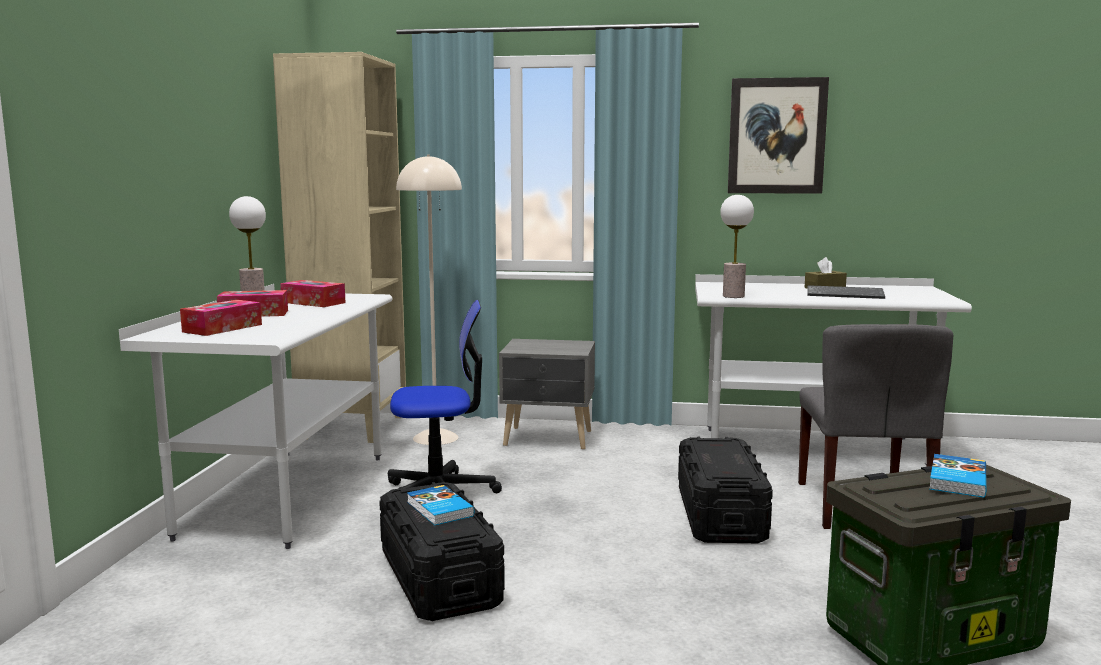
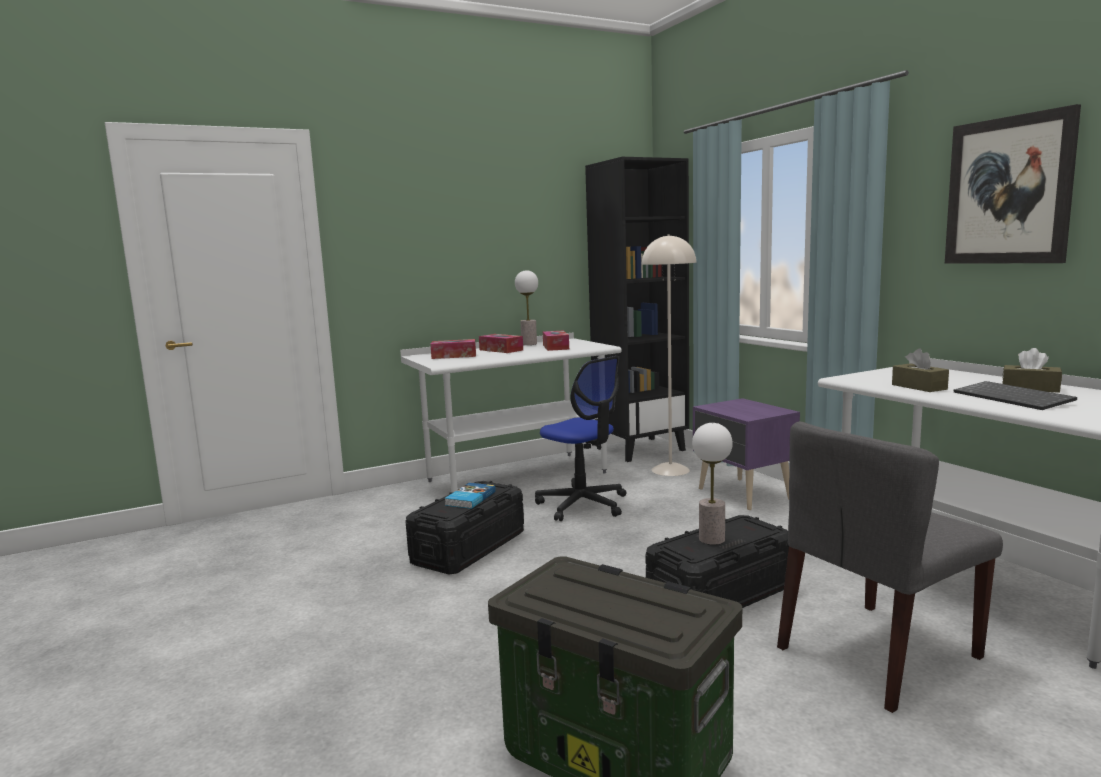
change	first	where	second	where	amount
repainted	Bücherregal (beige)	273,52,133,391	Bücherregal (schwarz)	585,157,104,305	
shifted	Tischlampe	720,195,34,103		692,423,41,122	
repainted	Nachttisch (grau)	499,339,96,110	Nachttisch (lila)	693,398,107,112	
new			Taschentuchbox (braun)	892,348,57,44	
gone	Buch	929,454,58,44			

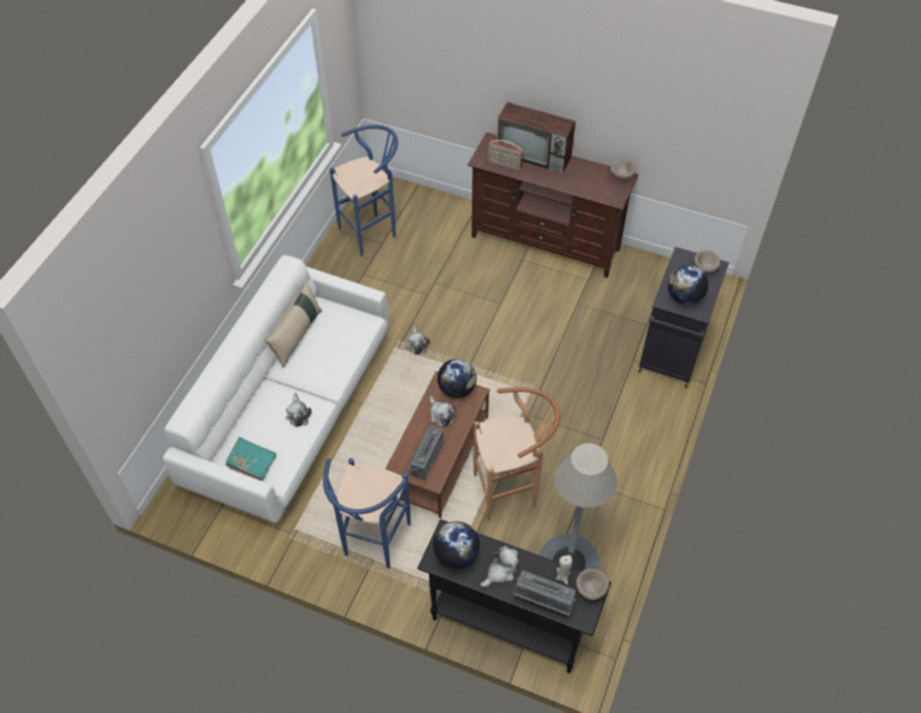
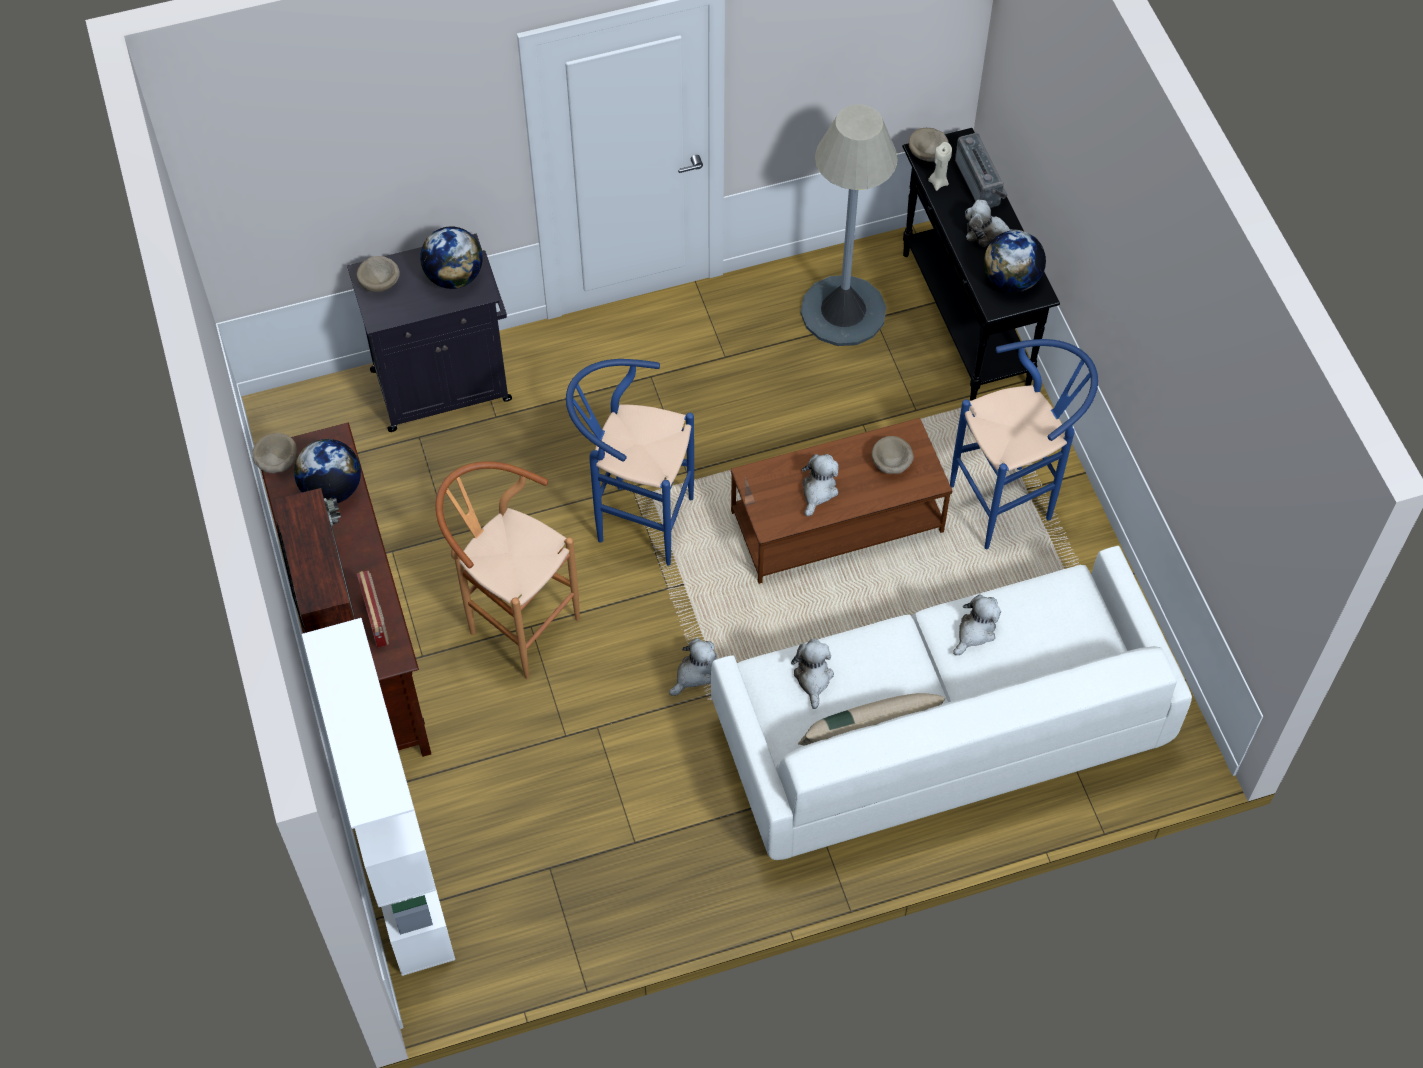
change	first	where	second	where	amount
shifted	Globus	437,359,40,39		294,439,67,64	
new			Bücherregal (weiß)	302,618,153,358	
shifted	Hocker (braun)	473,387,87,134		436,461,144,218	
shifted	Hocker (blau)	330,125,68,131		566,359,128,207	
new			Plüschtier	791,639,43,70	
swapped	Radio	407,426,37,54	Schüssel (beige)	872,436,42,38	
gone	Buch (türkis)	226,437,50,44			

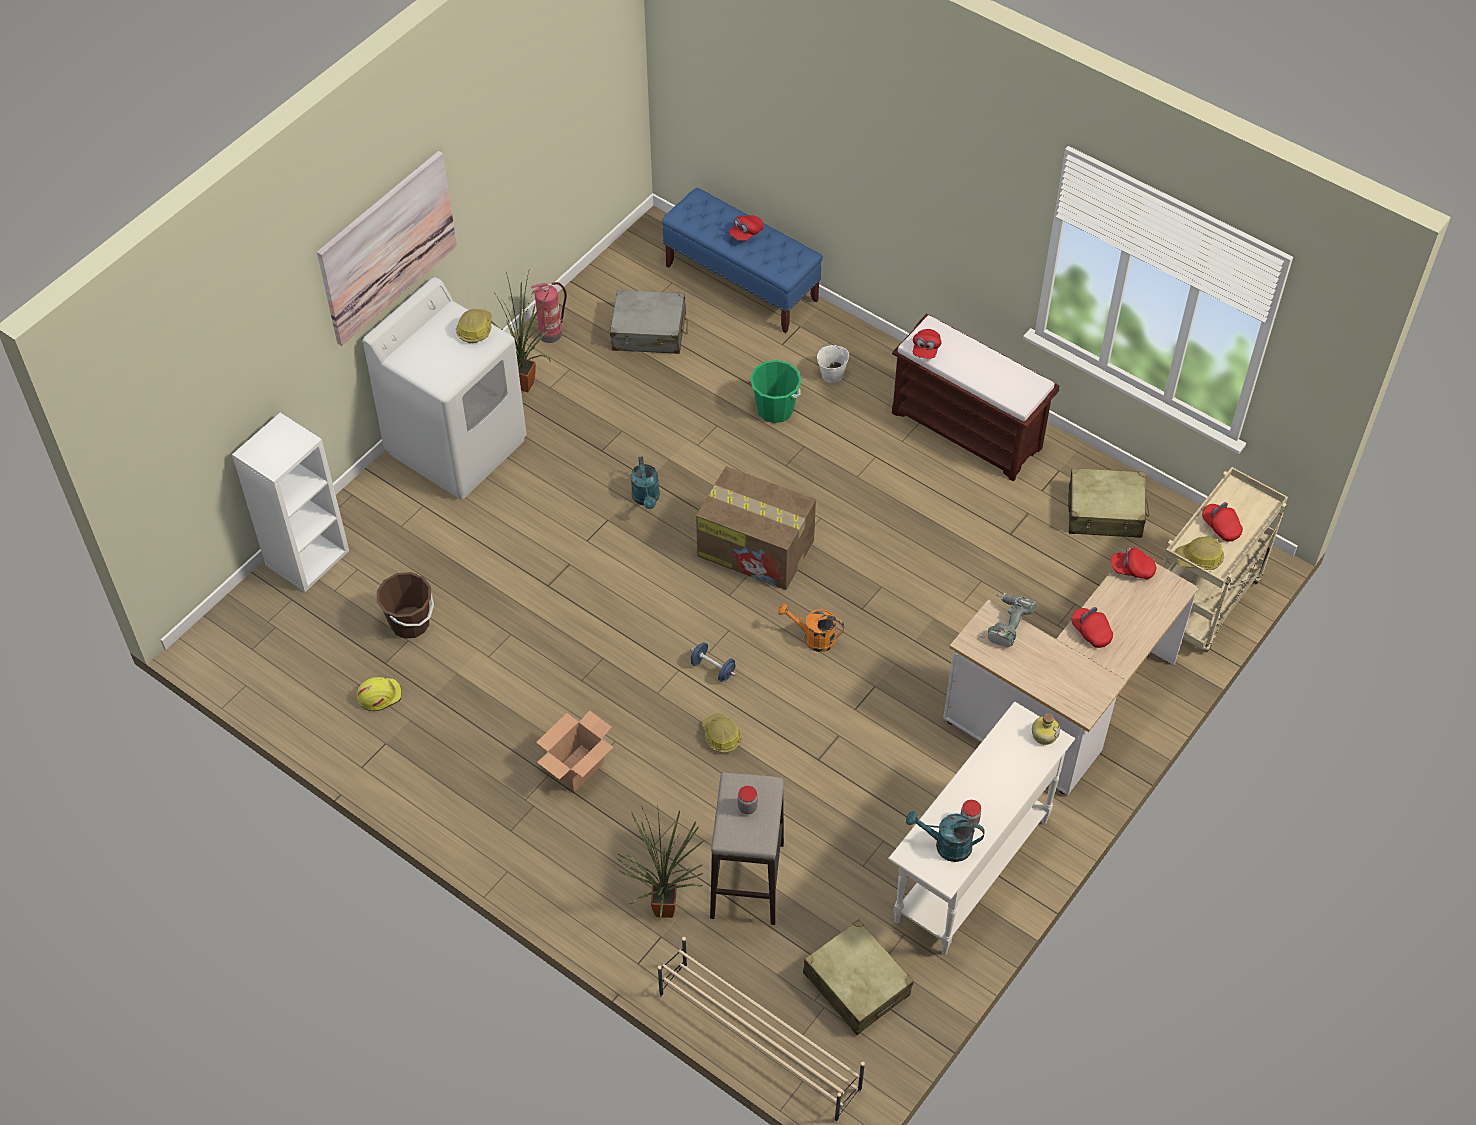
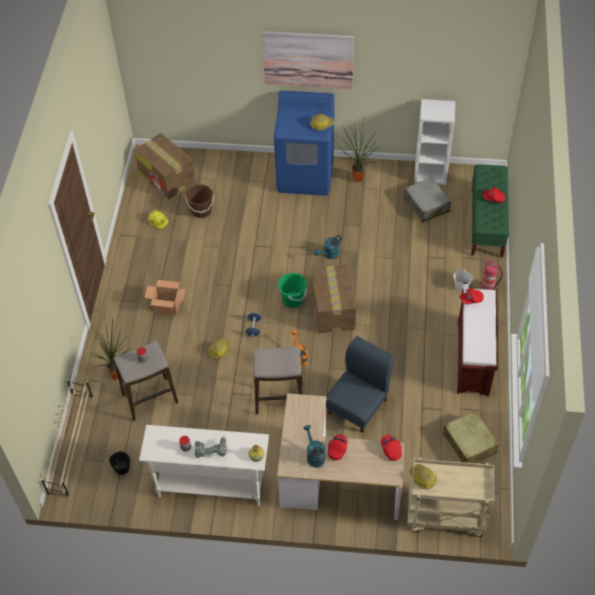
change	first	where	second	where	amount
swapped	Koffer (beige)	803,920,110,115	Eimer (schwarz)	109,451,21,24	
new			Karton	134,133,61,66	
shifted	Bohrmaschine	980,593,56,54		195,436,32,22	
new			Hocker	253,346,50,68	
repainted	Waschmaschine (weiß)	363,277,164,222	Waschmaschine (blau)	274,91,60,105	
shifted	Eimer (grün)	750,360,52,63		278,273,29,35	
shifted	Gießkanne (türkis)	906,811,79,51		303,425,22,43	
new			Stuhl (blau)	326,336,68,97	
shifted	Bücherregal (weiß)	232,413,117,179		414,99,41,86	
repainted	Bank (blau)	662,188,161,145	Bank (grün)	471,164,38,94	
shifted	Feuerlöscher	531,282,36,61		481,258,22,31	
gone	Kappe (rot)	1202,502,41,40			

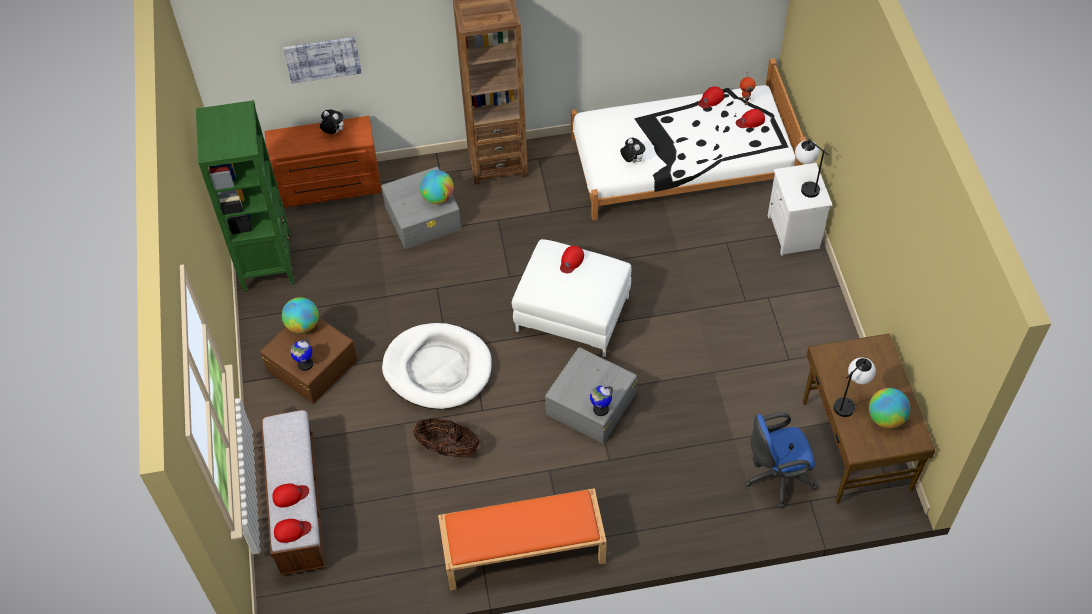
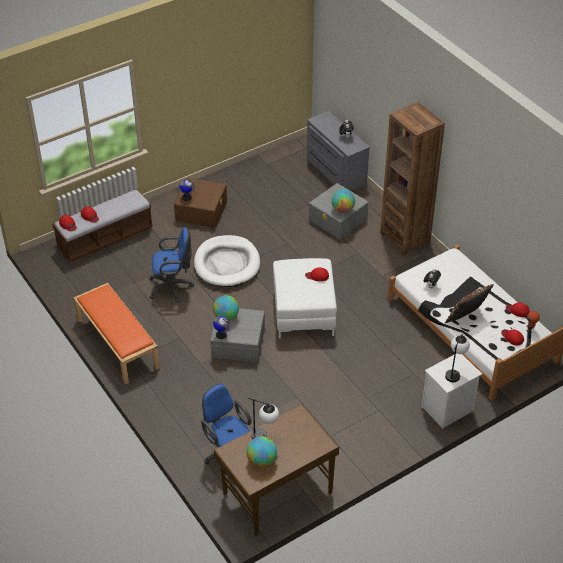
change	first	where	second	where	amount
swapped	Korb	413,418,67,40	Bürostuhl (blau)	149,227,45,75	
shifted	Globus	282,297,37,37		213,295,26,26	
repainted	Kommode (braun)	264,116,118,92	Kommode (grau)	307,111,63,80	
new			Kissen (braun)	445,284,49,39	
gone	Bücherregal (grün)	196,100,98,192			
gone	Bild	283,37,79,46			

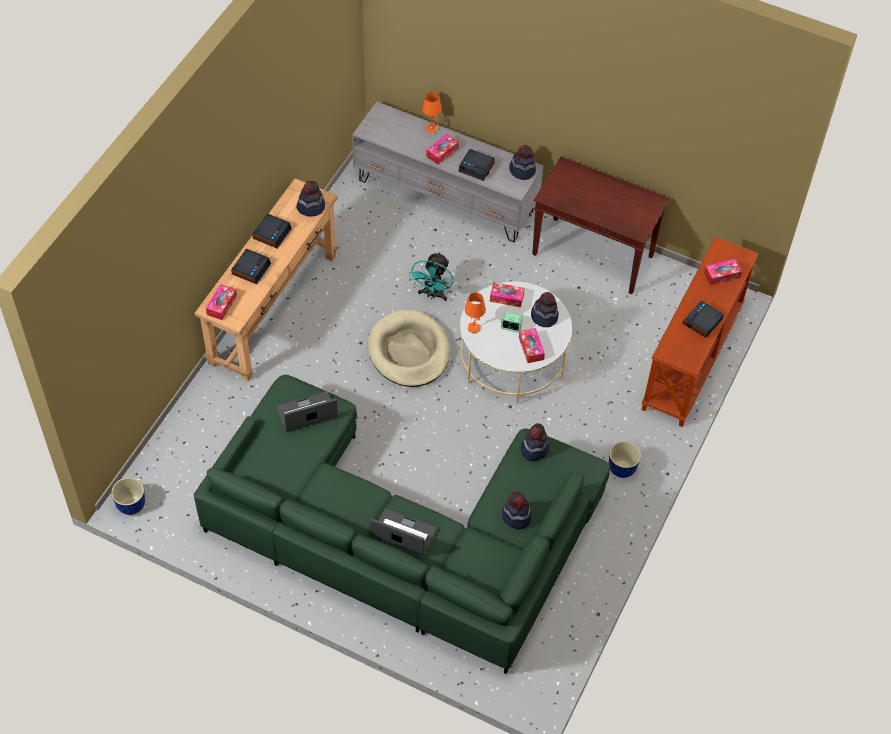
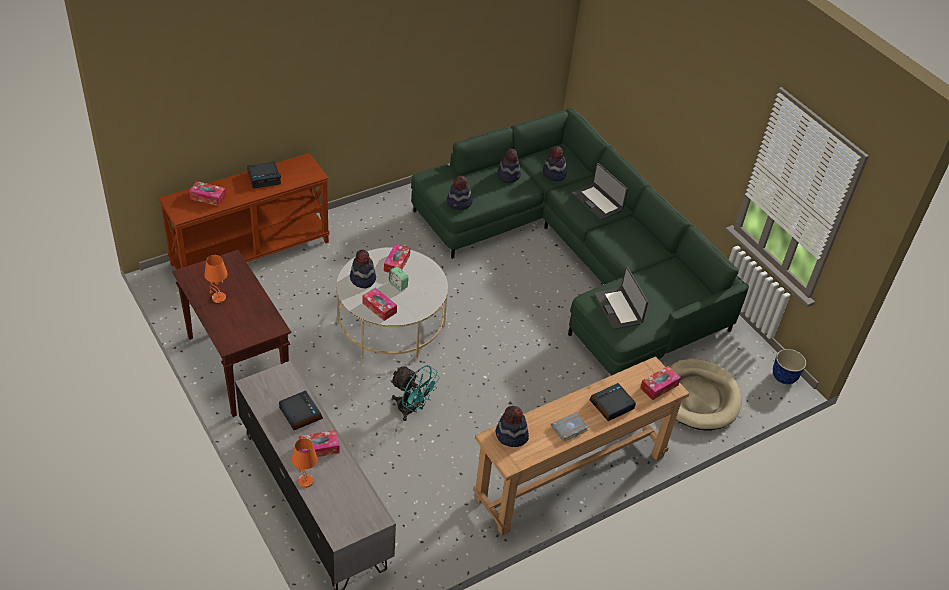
change	first	where	second	where	amount
shifted	Tischlampe (orange)	465,293,21,40		204,255,24,48	
rotated	Ventilator (türkis)	409,252,44,49		390,365,50,56	75 degrees clockwise
shifted	Hut	509,145,27,35		543,146,23,35	
swapped	Wecker	252,214,40,34	Buch (grau)	551,412,38,30	
rotated	Laptop	276,391,62,41		594,266,54,64	60 degrees clockwise
shifted	Hundebett (beige)	368,309,82,78		670,359,72,72	
gone	Pflanzkübel	609,441,32,37			

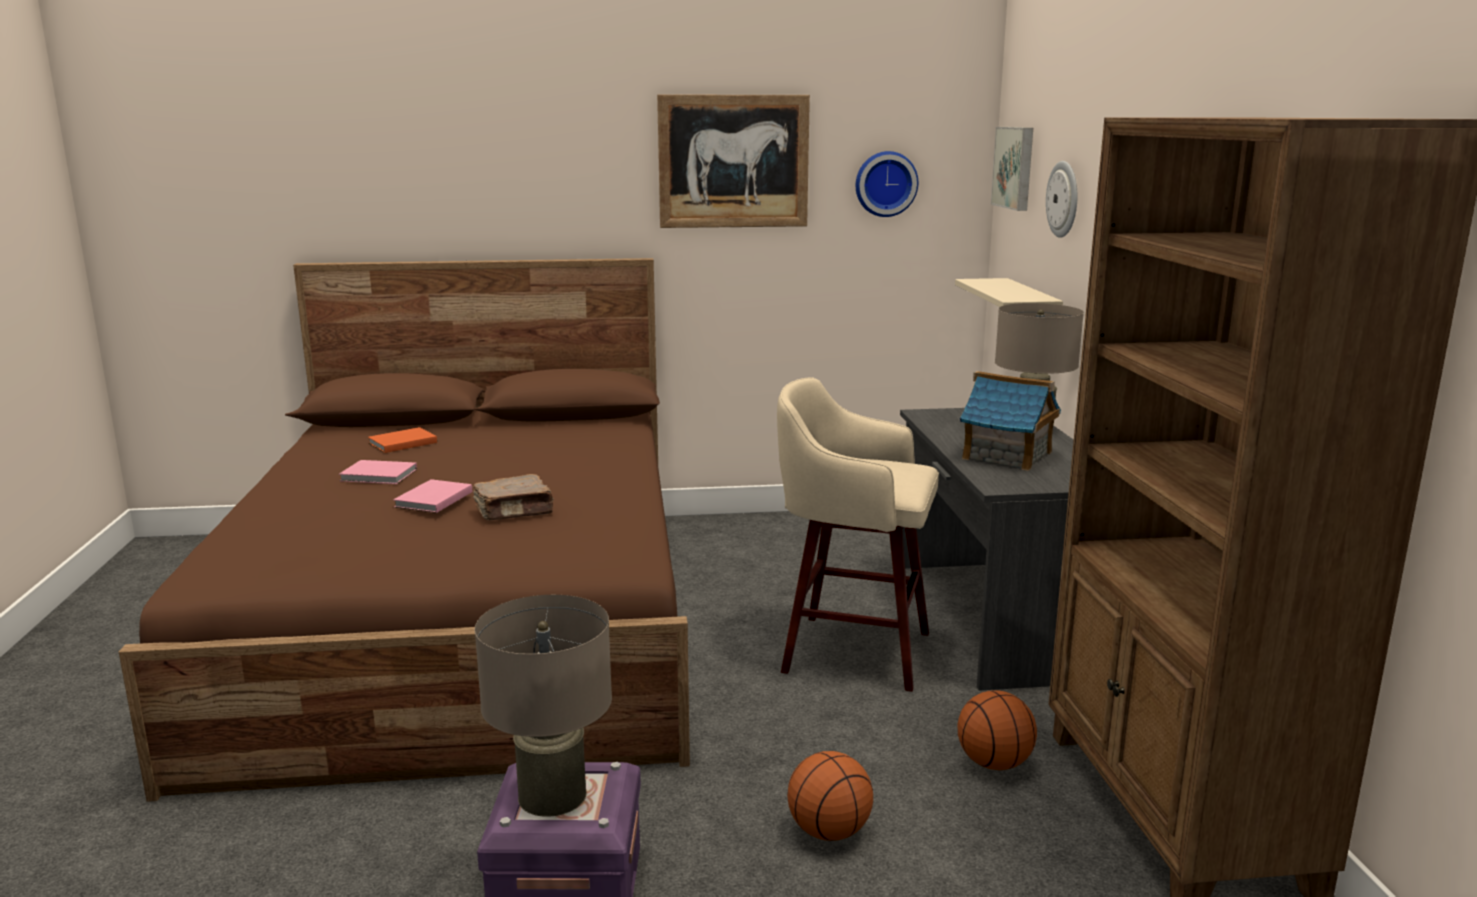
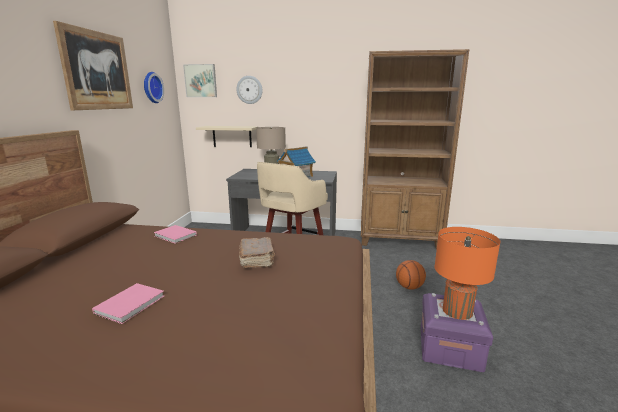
change	first	where	second	where	amount
shifted	Buch (rosa)	393,479,79,34		154,225,43,19	
repainted	Tischlampe (beige)	474,595,138,222	Tischlampe (orange)	434,227,66,93	
gone	Buch (orange)	368,427,69,26			
gone	Basketball	958,690,79,80			

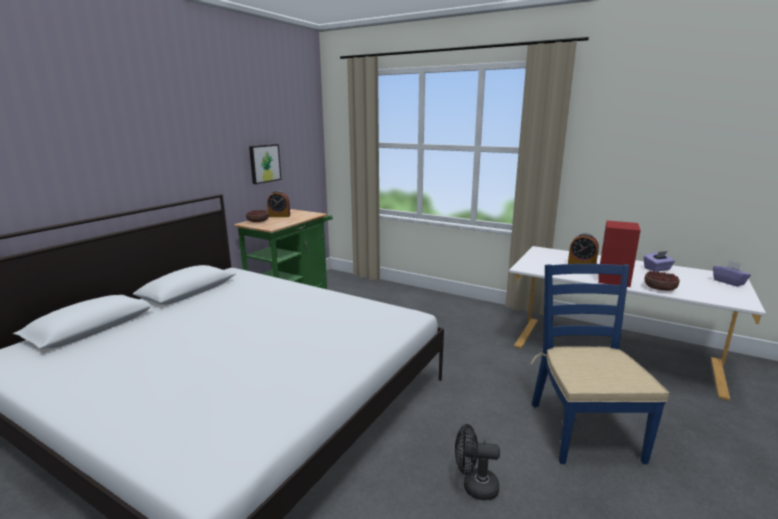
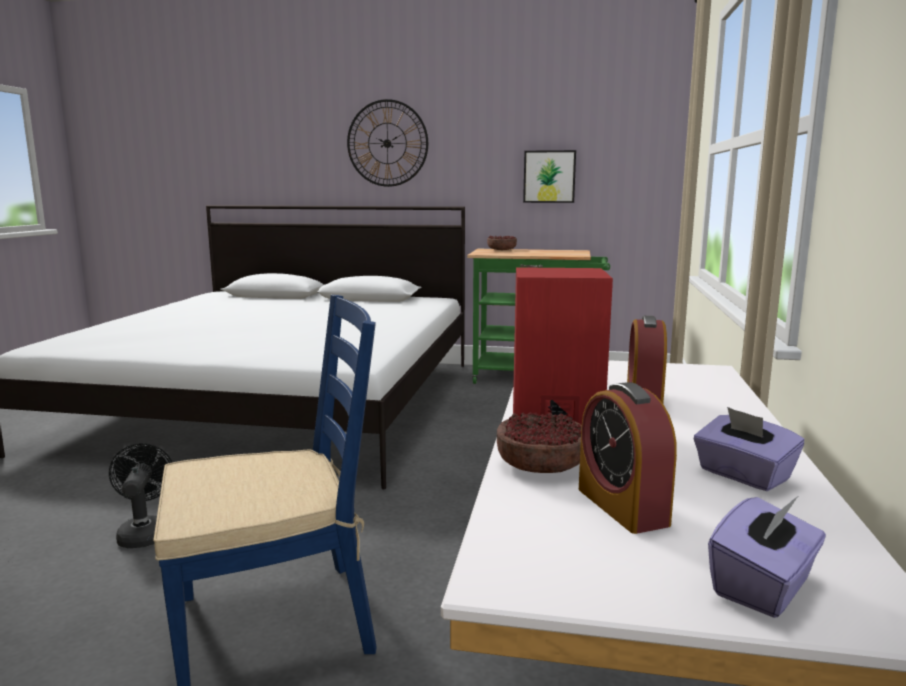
change	first	where	second	where	amount
new			Wanduhr	347,99,81,88	
shifted	Wecker	267,191,23,26		579,382,98,152	

